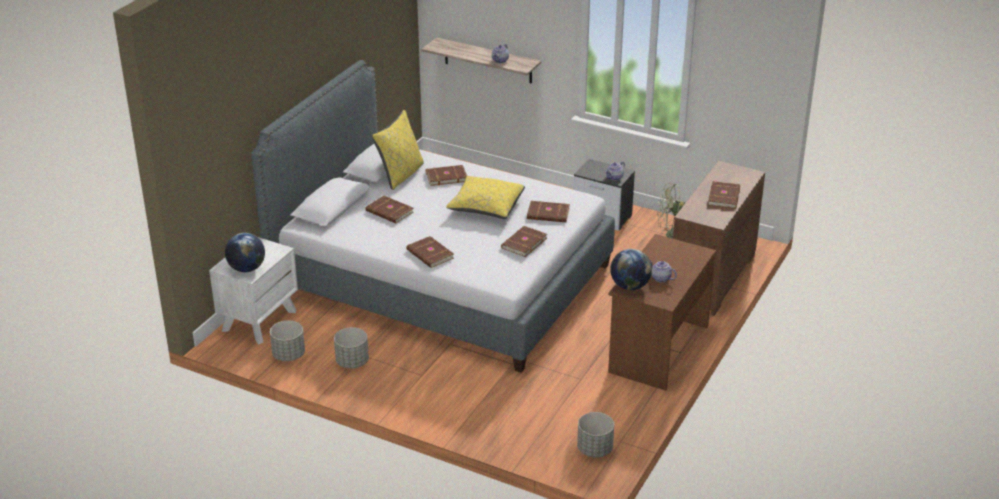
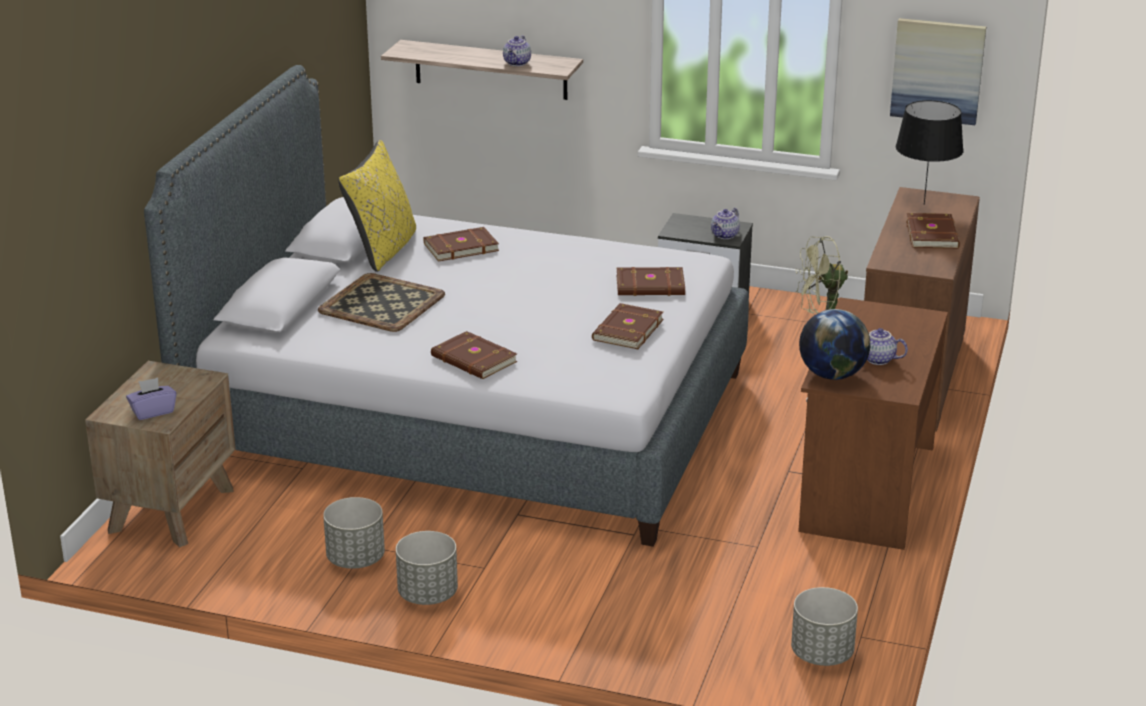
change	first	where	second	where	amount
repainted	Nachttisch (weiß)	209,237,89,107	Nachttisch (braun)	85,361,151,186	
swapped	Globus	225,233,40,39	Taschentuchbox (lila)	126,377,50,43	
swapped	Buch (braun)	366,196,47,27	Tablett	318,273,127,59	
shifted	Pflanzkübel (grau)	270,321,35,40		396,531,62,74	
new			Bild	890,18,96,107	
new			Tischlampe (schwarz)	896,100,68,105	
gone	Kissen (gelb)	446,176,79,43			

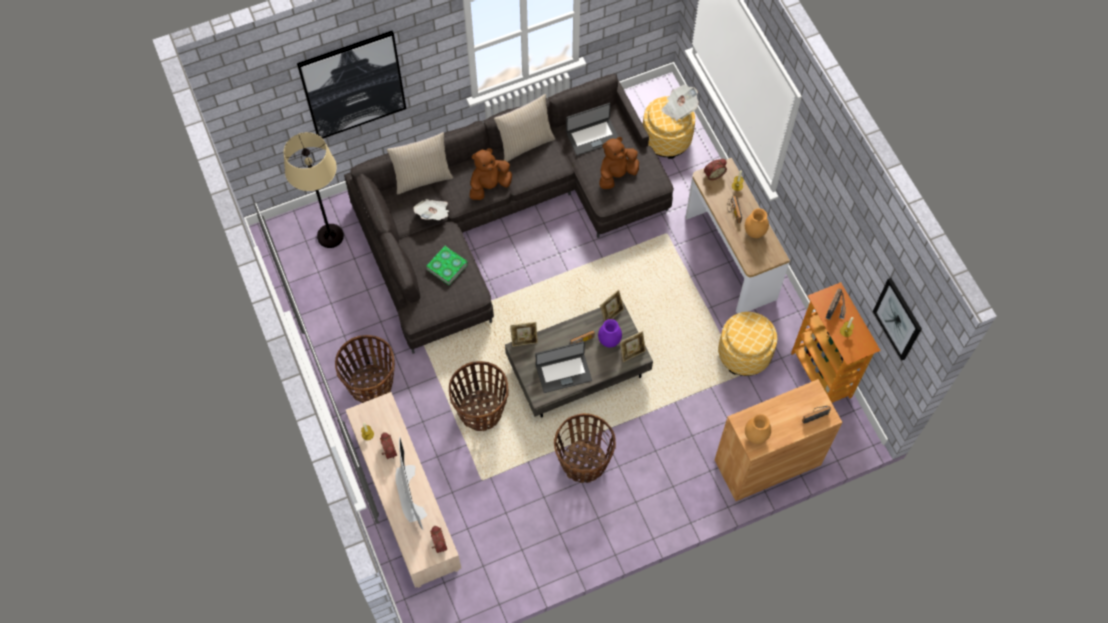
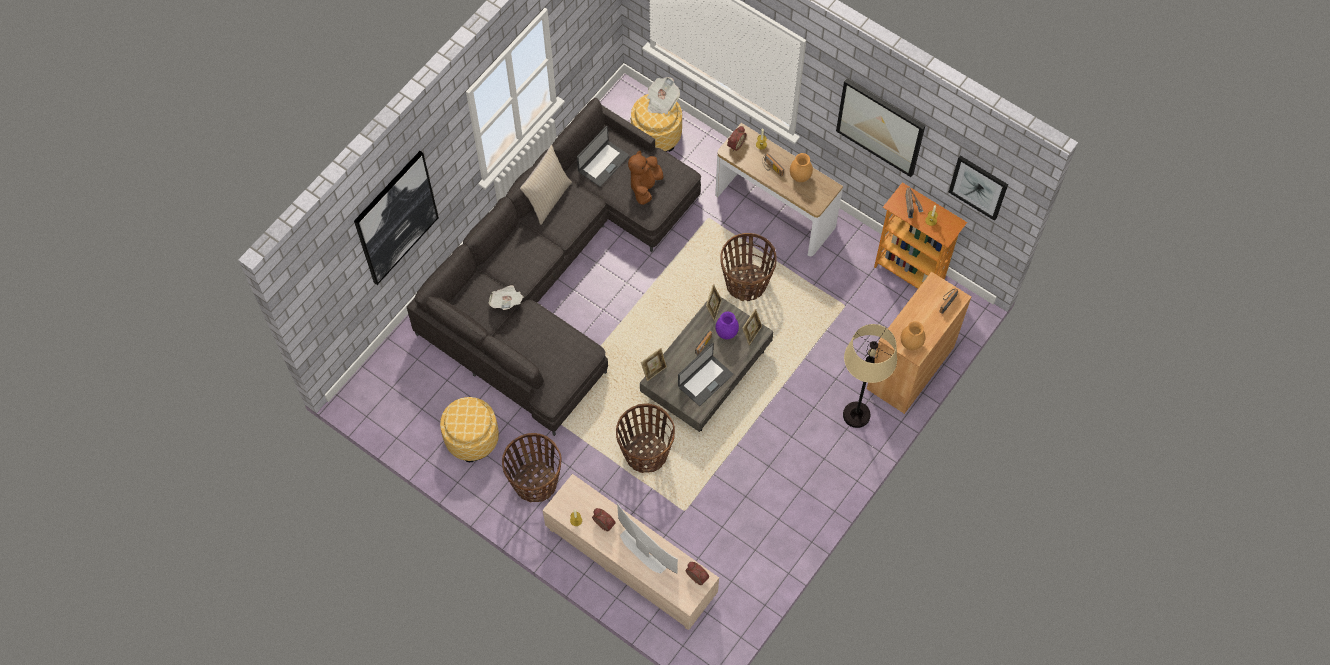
change	first	where	second	where	amount
shifted	Polsterhocker	718,312,59,64		440,397,59,65	
shifted	Korb	554,413,62,70		720,233,57,68	
new			Bild	836,78,89,99	
shifted	Stehlampe (beige)	284,132,60,116		843,324,54,104	
gone	Kissen (beige)	387,132,66,62			
gone	Buch	426,246,42,39			
gone	Plüschtier (braun)	470,148,42,52			

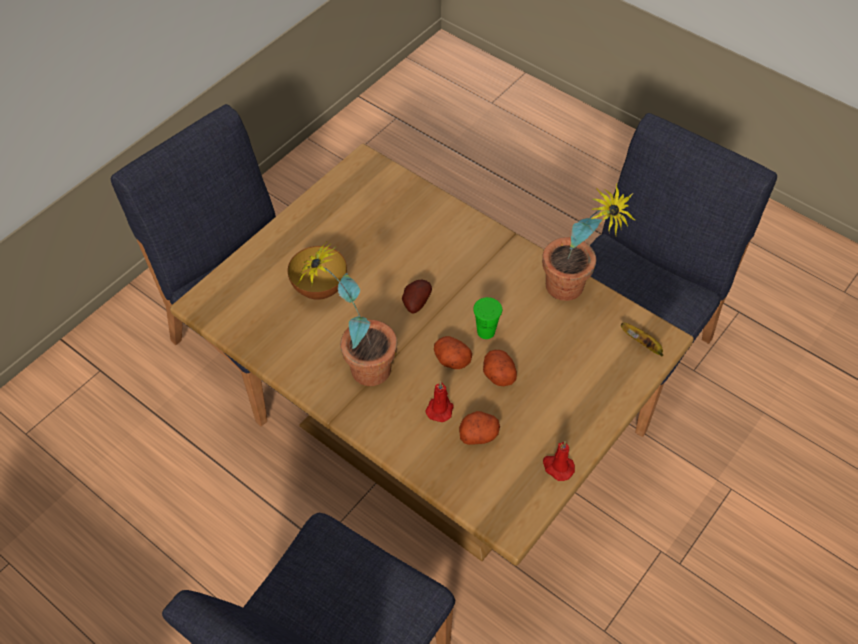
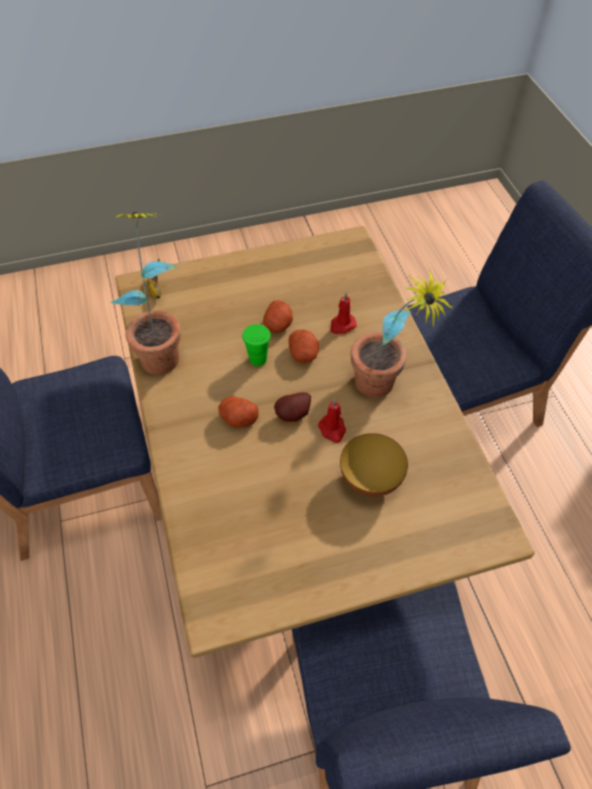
change	first	where	second	where	amount
shifted	Kartoffel	459,411,41,34		218,396,40,32	
shifted	Kerze (rot)	543,441,32,40		318,399,28,44	

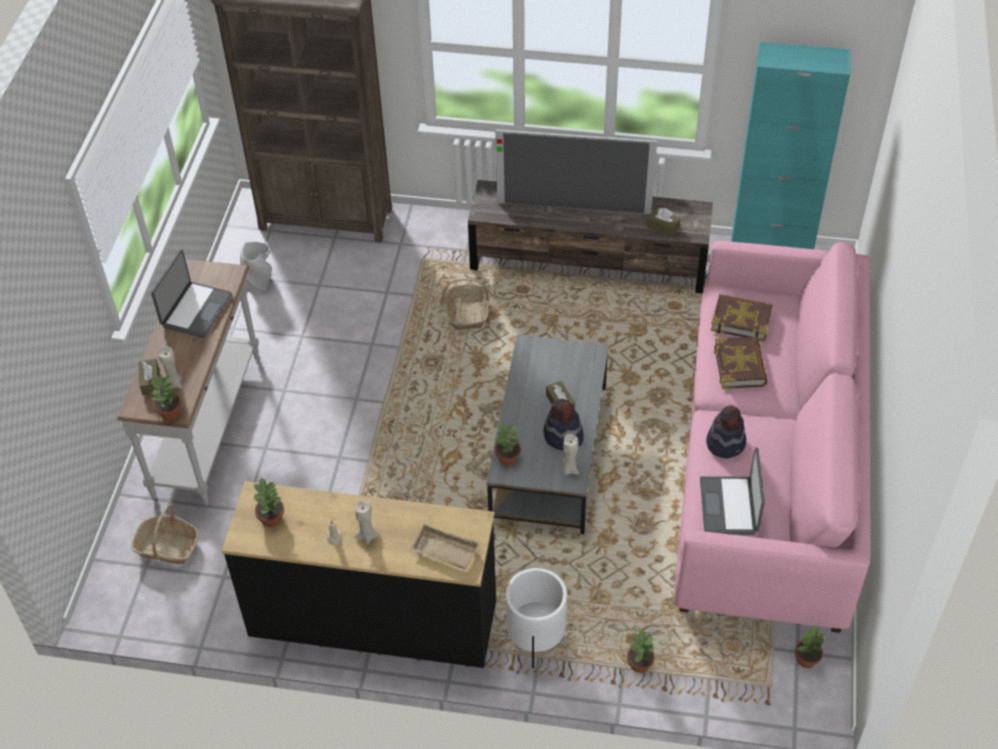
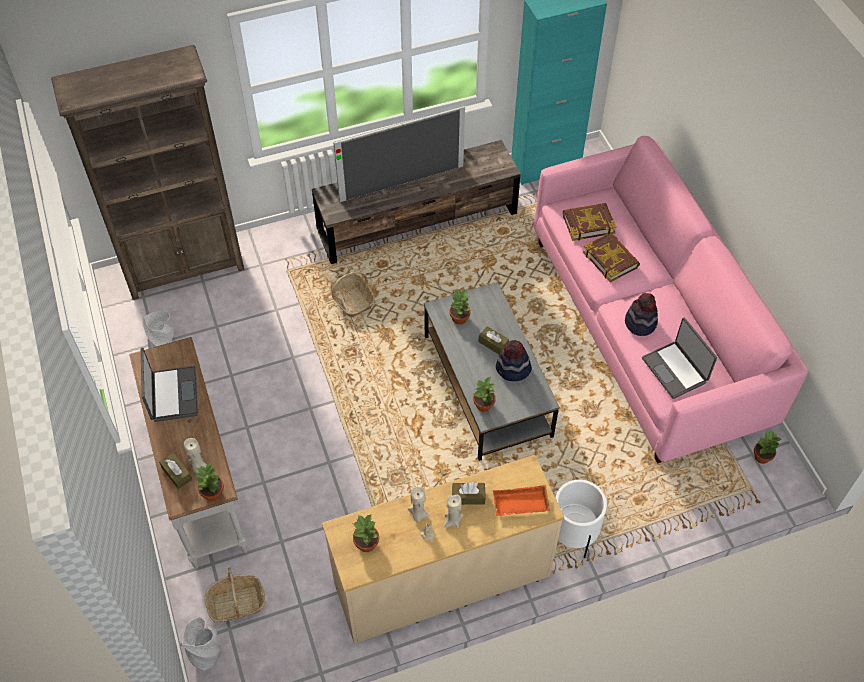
change	first	where	second	where	amount
new			Vase (grau)	182,617,39,54	
repainted	Kommode (schwarz)	222,481,274,187	Kommode (beige)	322,455,242,189	
shifted	Kerze (beige)	562,434,17,41		408,487,22,36	
shifted	Topfpflanze	627,628,29,45		449,288,22,37	
shifted	Taschentuchbox (braun)	647,208,33,28		452,482,34,23	
repainted	Tablett (beige)	410,524,69,45	Tablett (orange)	493,485,57,31	

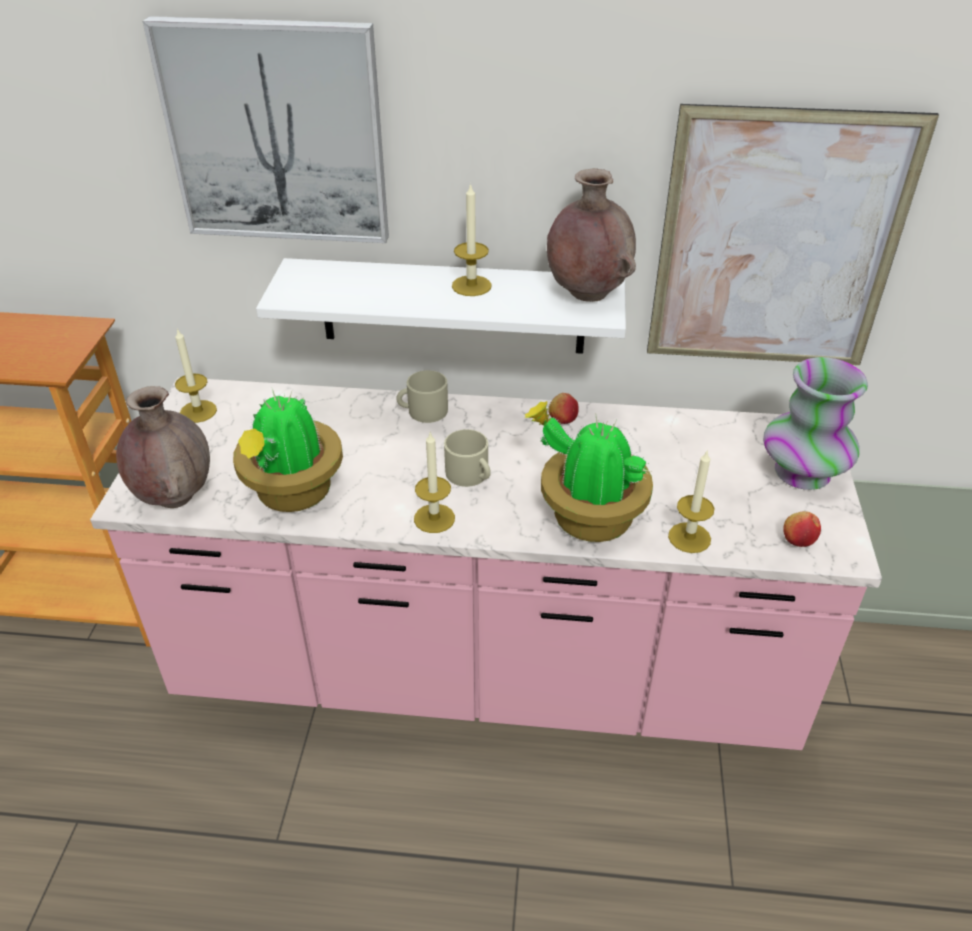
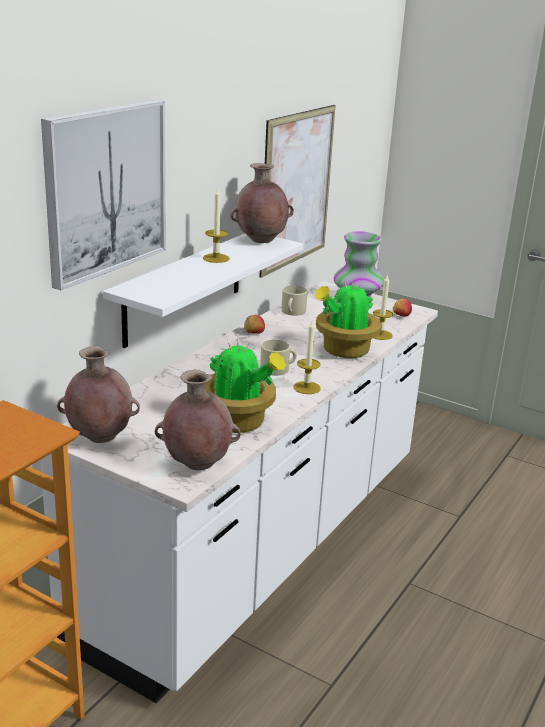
change	first	where	second	where	amount
repainted	Küchenzeile (rosa)	90,377,792,373	Küchenzeile (weiß)	40,281,398,422	
swapped	Kerze	175,328,42,95	Vase (braun)	57,346,83,97	
shifted	Henkelbecher (beige)	396,370,52,53		282,286,26,30	

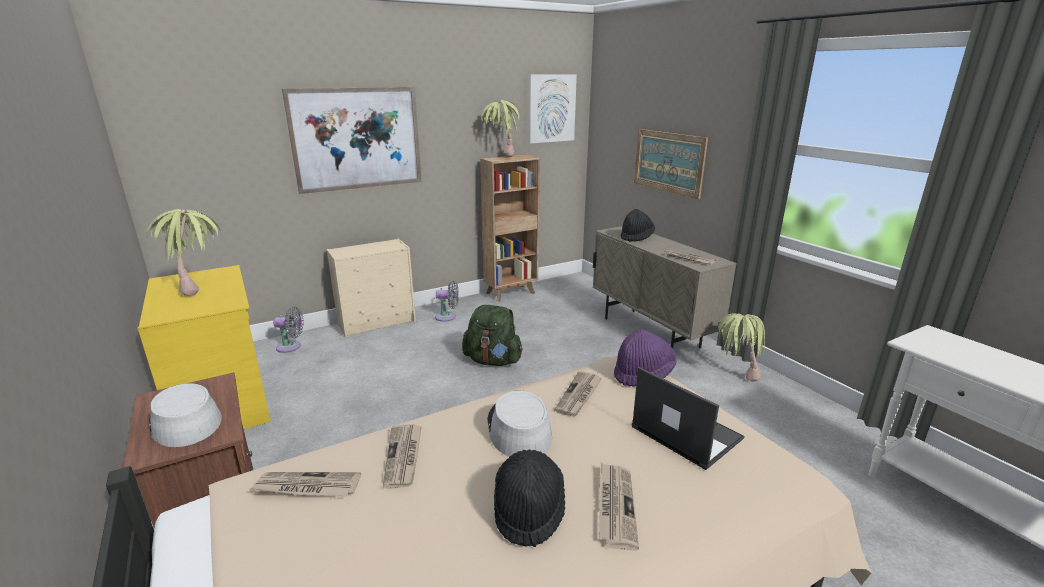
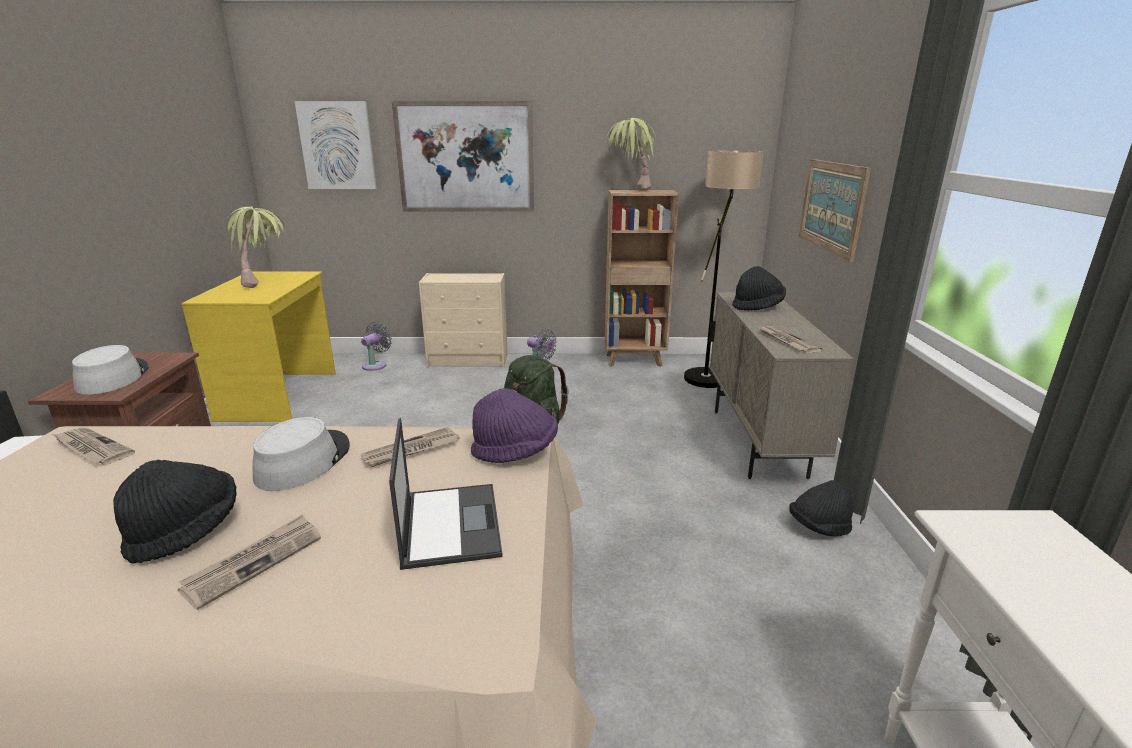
change	first	where	second	where	amount
shifted	Bild	529,74,48,69		295,101,82,88	
rotated	Ventilator (grau)	273,307,31,46		361,322,31,49	90 degrees counterclockwise
new			Stehlampe	684,150,79,238	
swapped	Topfpflanze	718,313,47,68	Hut (schwarz)	790,480,63,57	
gone	Zeitung	383,424,39,65			

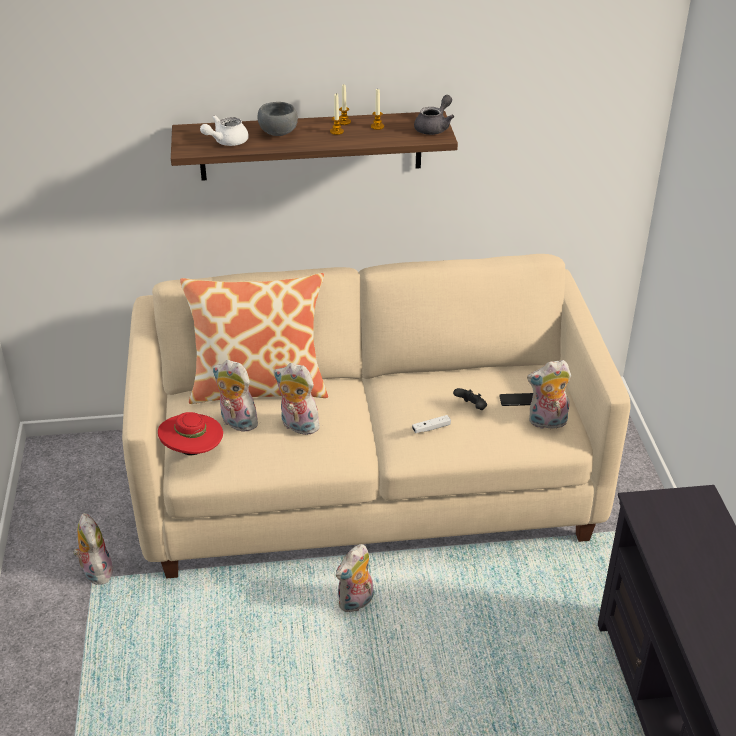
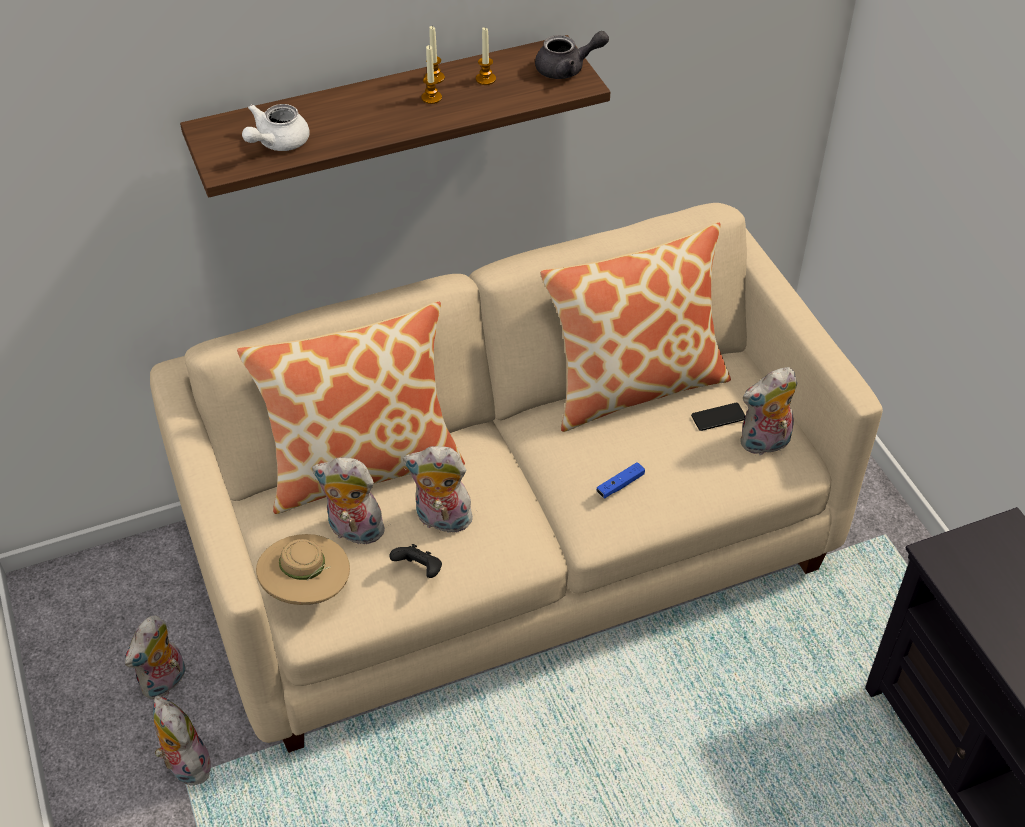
change	first	where	second	where	amount
shifted	Plüschtier	336,544,38,68		125,616,61,84	
repainted	Hut (rot)	158,412,65,43	Hut (beige)	256,534,94,71	
shifted	Gamepad (schwarz)	453,388,34,22		389,544,53,34	
rotated	Teekanne (grau)	414,95,40,40		535,31,74,48	60 degrees clockwise
new			Kissen	540,222,191,210	
repainted	Gamepad (weiß)	412,415,39,18	Gamepad (blau)	596,462,49,36	
gone	Schüssel (grau)	257,102,41,34			

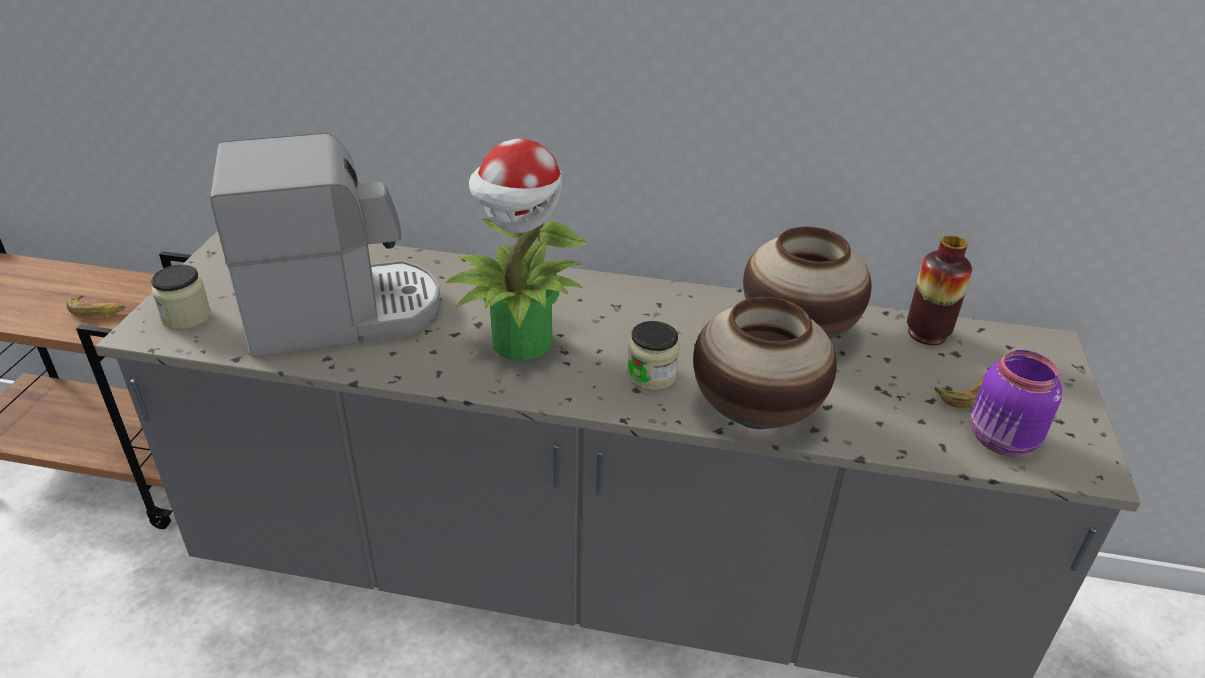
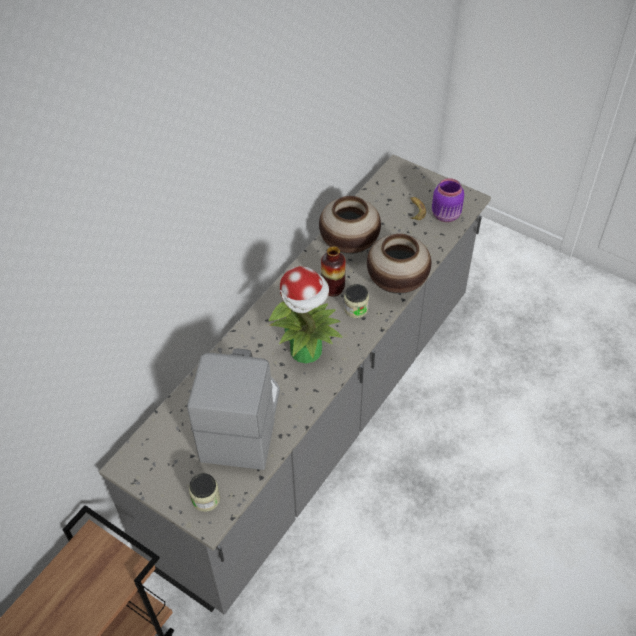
change	first	where	second	where	amount
shifted	Vase	907,235,65,110		321,246,25,50	
gone	Banane	66,296,59,20			

